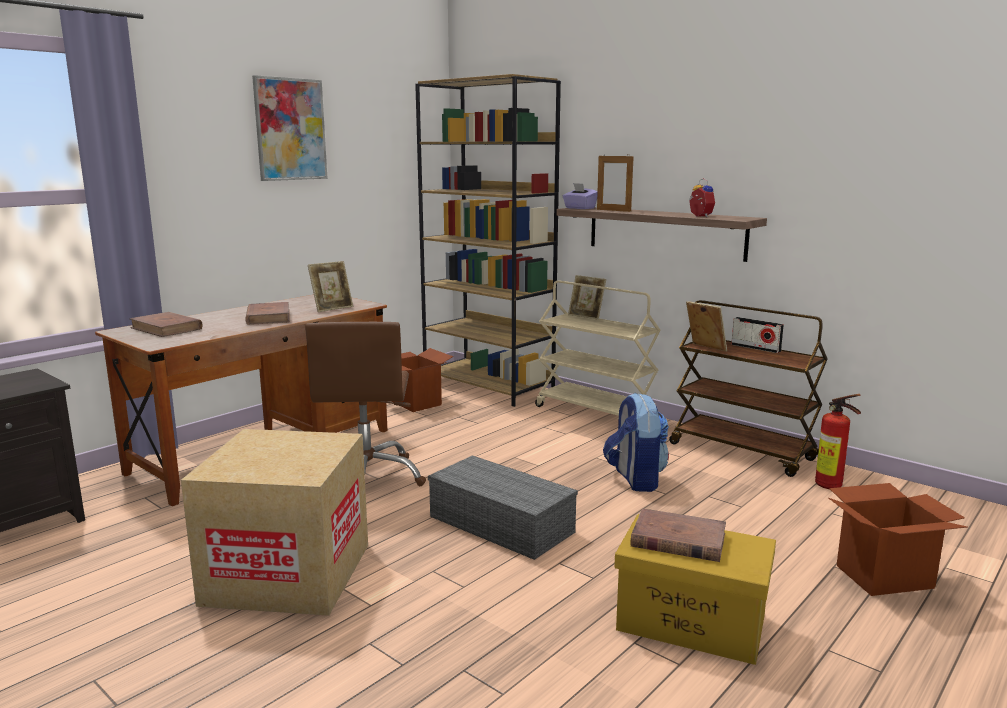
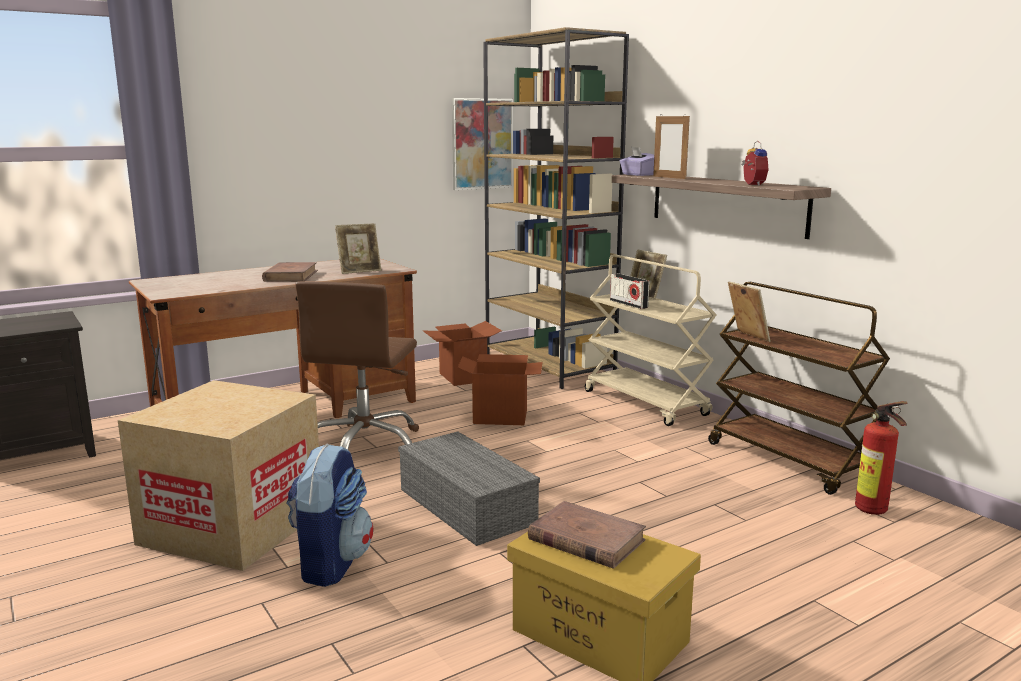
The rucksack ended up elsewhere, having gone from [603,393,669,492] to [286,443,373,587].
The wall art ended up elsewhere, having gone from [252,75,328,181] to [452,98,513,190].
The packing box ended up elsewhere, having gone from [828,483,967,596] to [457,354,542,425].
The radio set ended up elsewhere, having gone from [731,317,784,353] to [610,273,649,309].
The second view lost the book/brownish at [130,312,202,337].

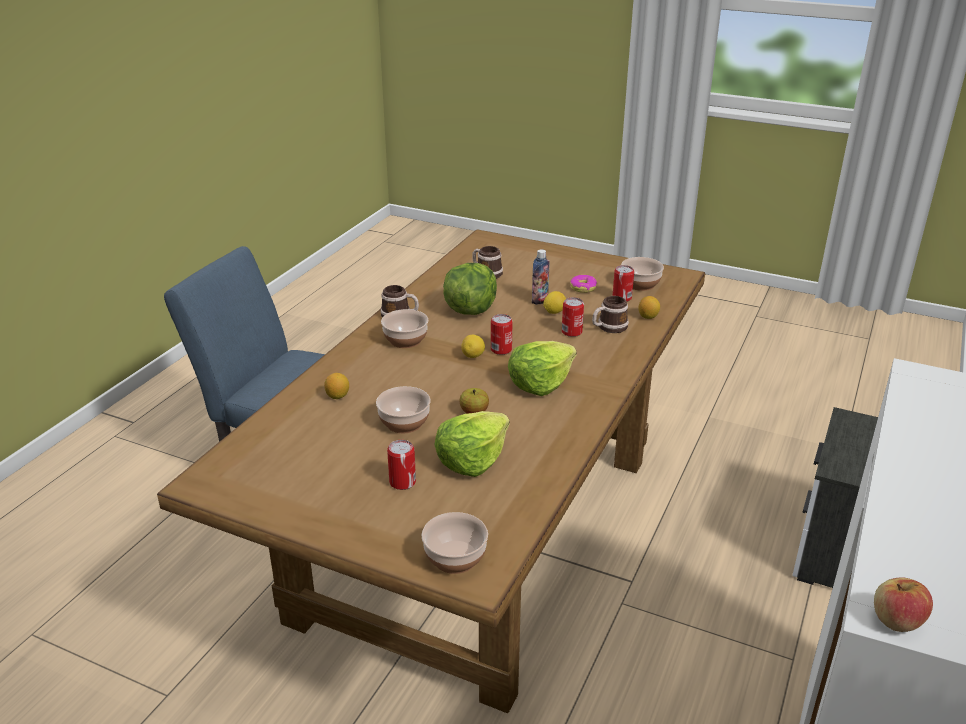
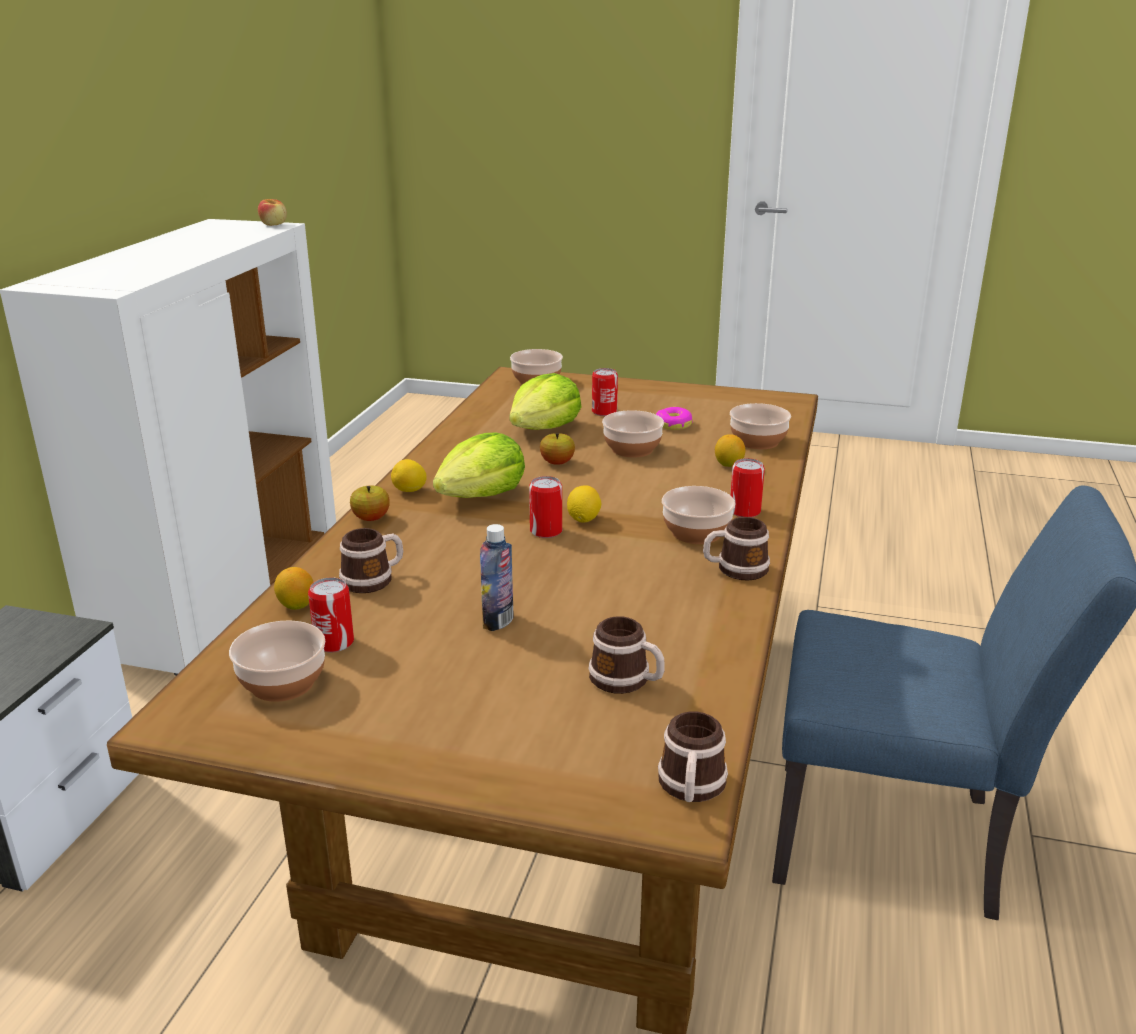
The second view gained the whole apple at [350,486,390,521].
The citrus fruit ended up elsewhere, having gone from [543,291,566,314] to [391,459,427,492].
The donut ended up elsewhere, having gone from [570,275,597,293] to [656,407,693,430].
The second view gained the coffee mug at [658,711,728,802].
The second view gained the serving bowl at [730,403,791,449].
The metal can ended up elsewhere, having gone from [562,297,584,337] to [730,458,765,517].
The second view lost the lettuce head at [443,263,497,315].

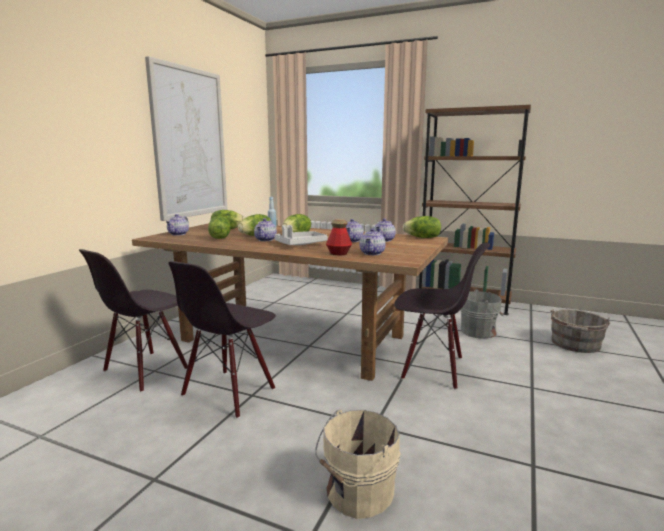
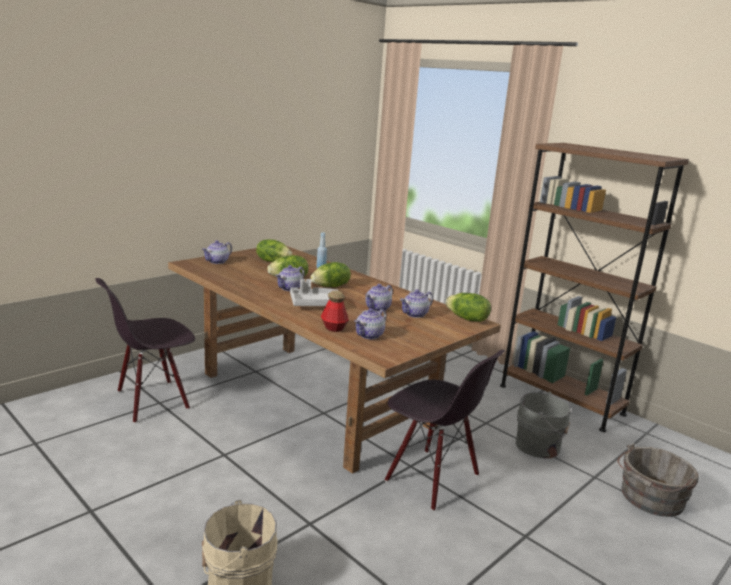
The second view lost the wall art at [145,56,227,221].
The second view lost the chair/black at [168,261,276,419].
The second view lost the lettuce head at [208,216,231,239].

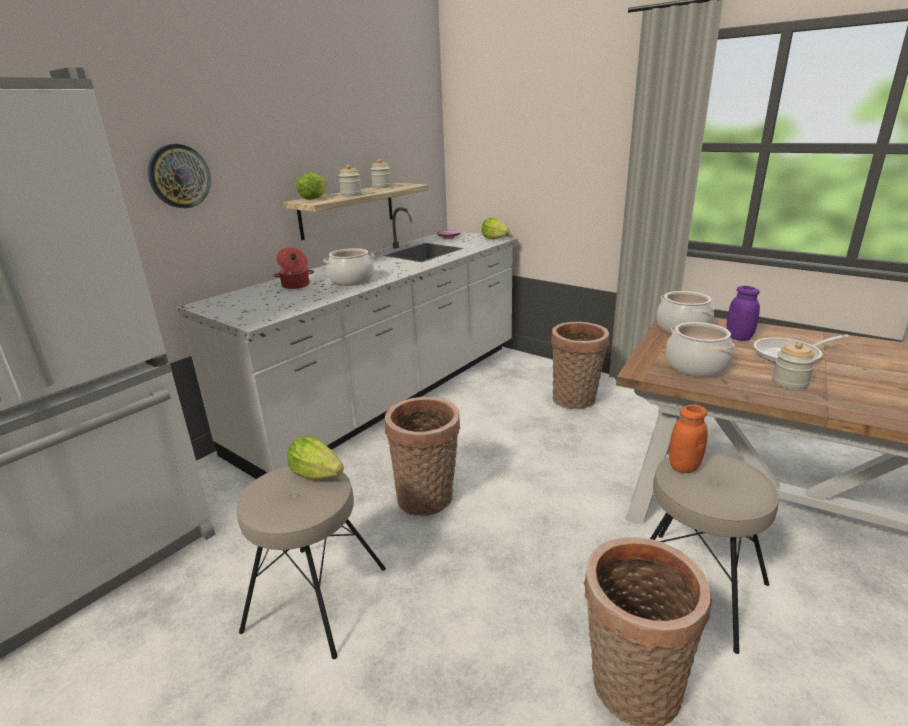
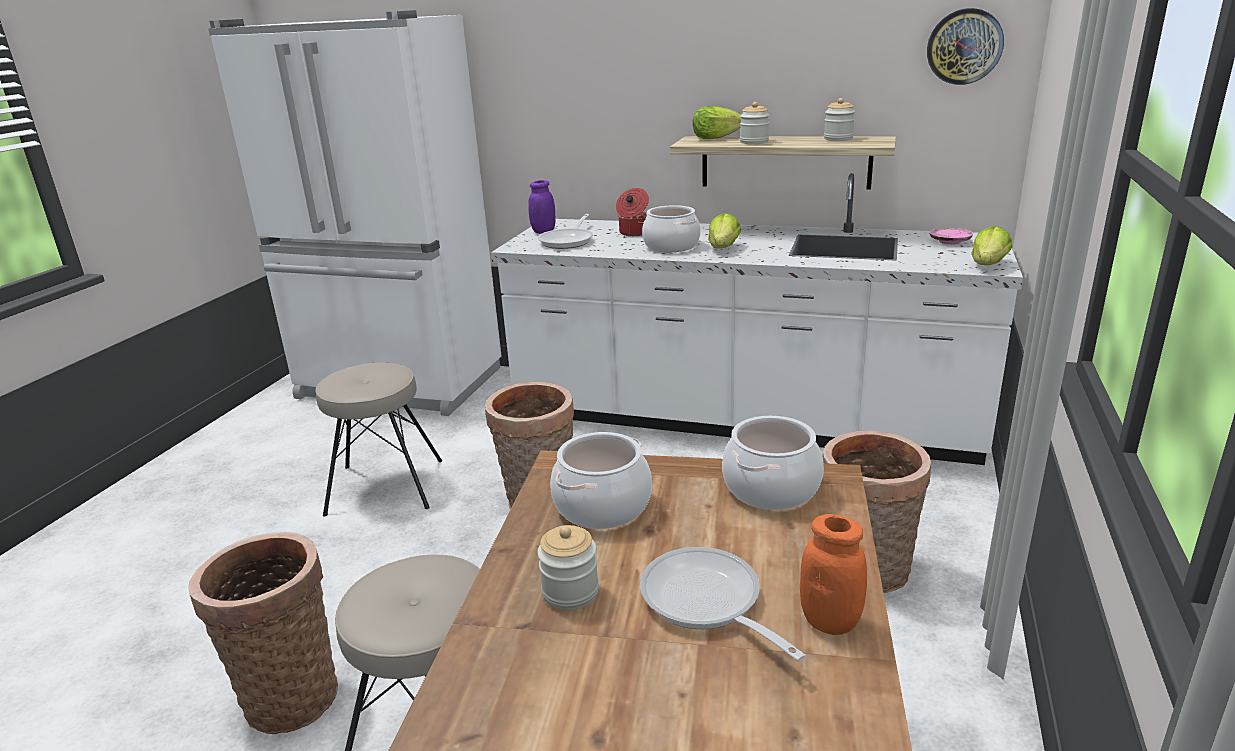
The jar/purple-coloured ended up elsewhere, having gone from [727,286,760,341] to [528,180,556,234].
The second view gained the frying pan at [538,214,593,249].
The lettuce head ended up elsewhere, having gone from [287,435,344,479] to [708,213,741,248].
The jar/orange-coloured ended up elsewhere, having gone from [669,405,708,473] to [800,514,867,635].
The clock on the wall ended up elsewhere, having gone from [148,144,211,208] to [927,8,1004,85].

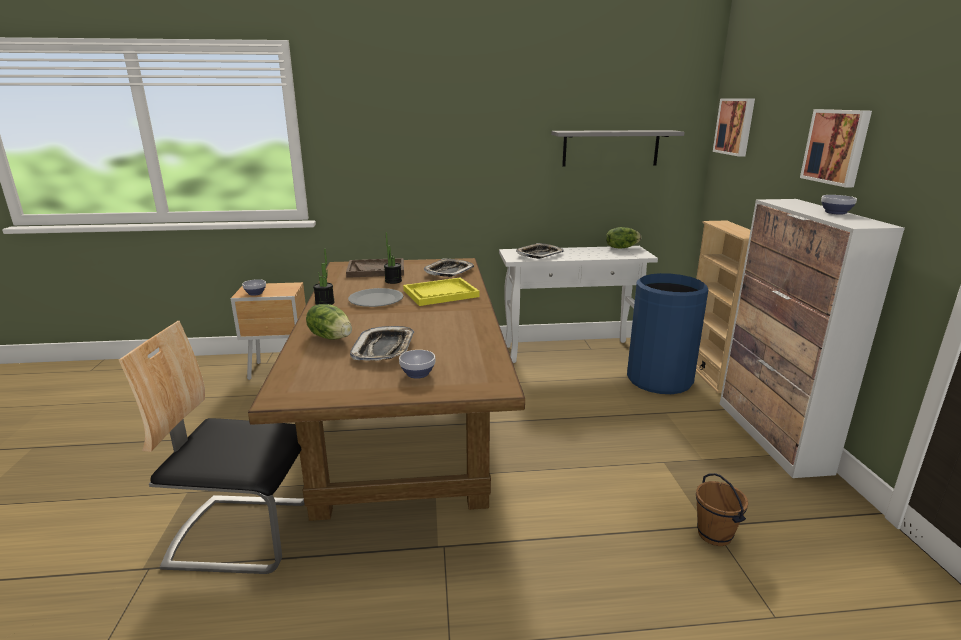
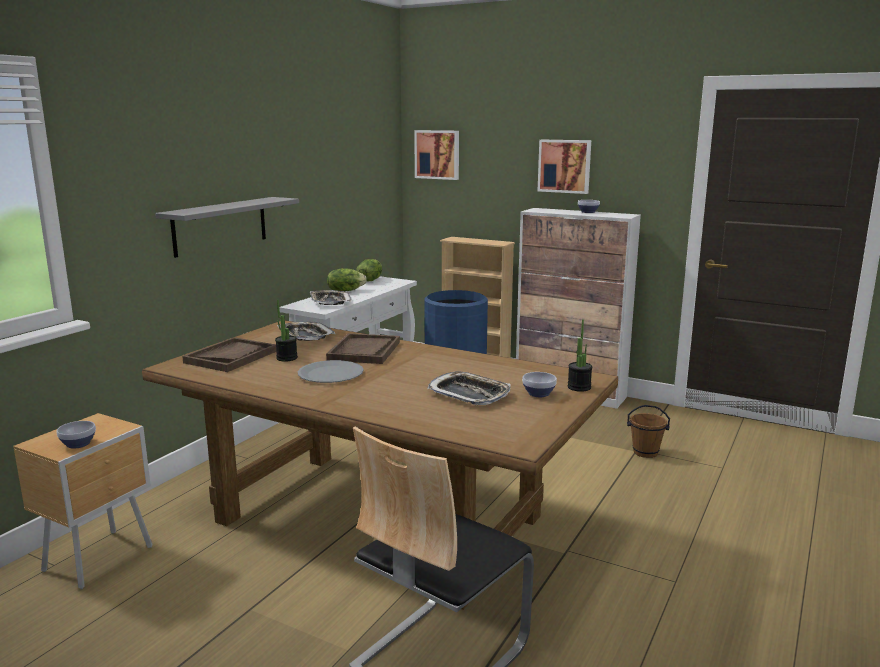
The bracket shelf/gray ended up elsewhere, having gone from [551,130,685,167] to [155,197,299,258].
What was the carrying tray/yellow at [403,278,480,306] turned into the carrying tray/brownish at [326,333,400,364].
The lettuce head ended up elsewhere, having gone from [306,304,352,340] to [327,268,367,291].
The plant in a pot ended up elsewhere, having gone from [313,249,335,305] to [568,319,592,392].

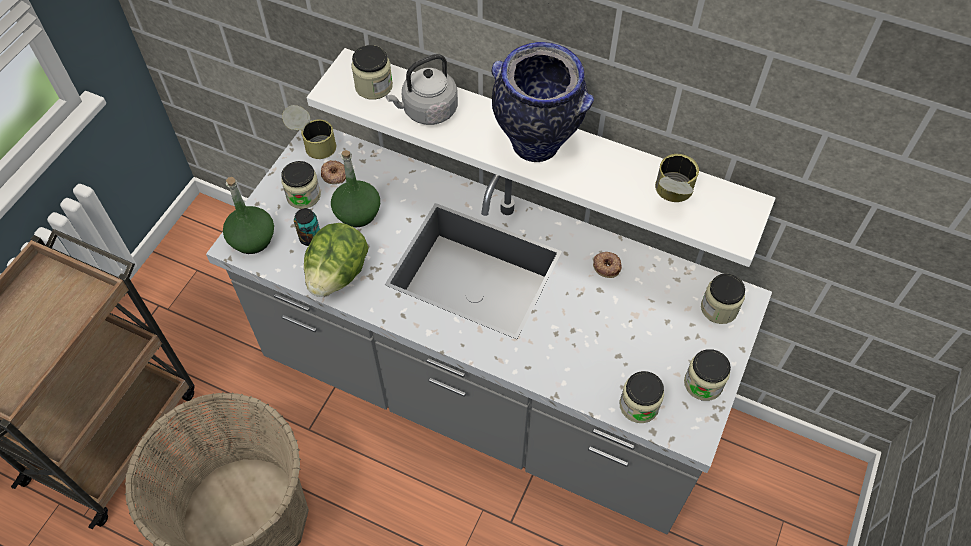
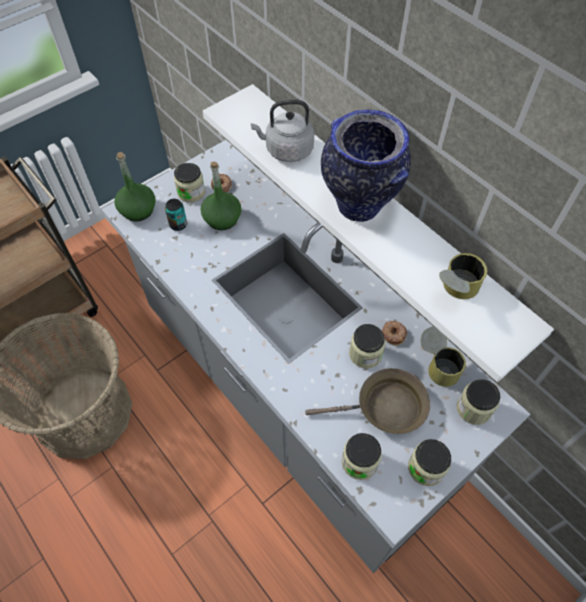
The second view gained the frying pan/brownish at [305,368,430,434].
The jar ended up elsewhere, having gone from [351,45,393,100] to [349,324,385,369].
The metal can ended up elsewhere, having gone from [282,105,336,159] to [421,327,466,387].
The second view lost the lettuce head at [304,223,369,297].

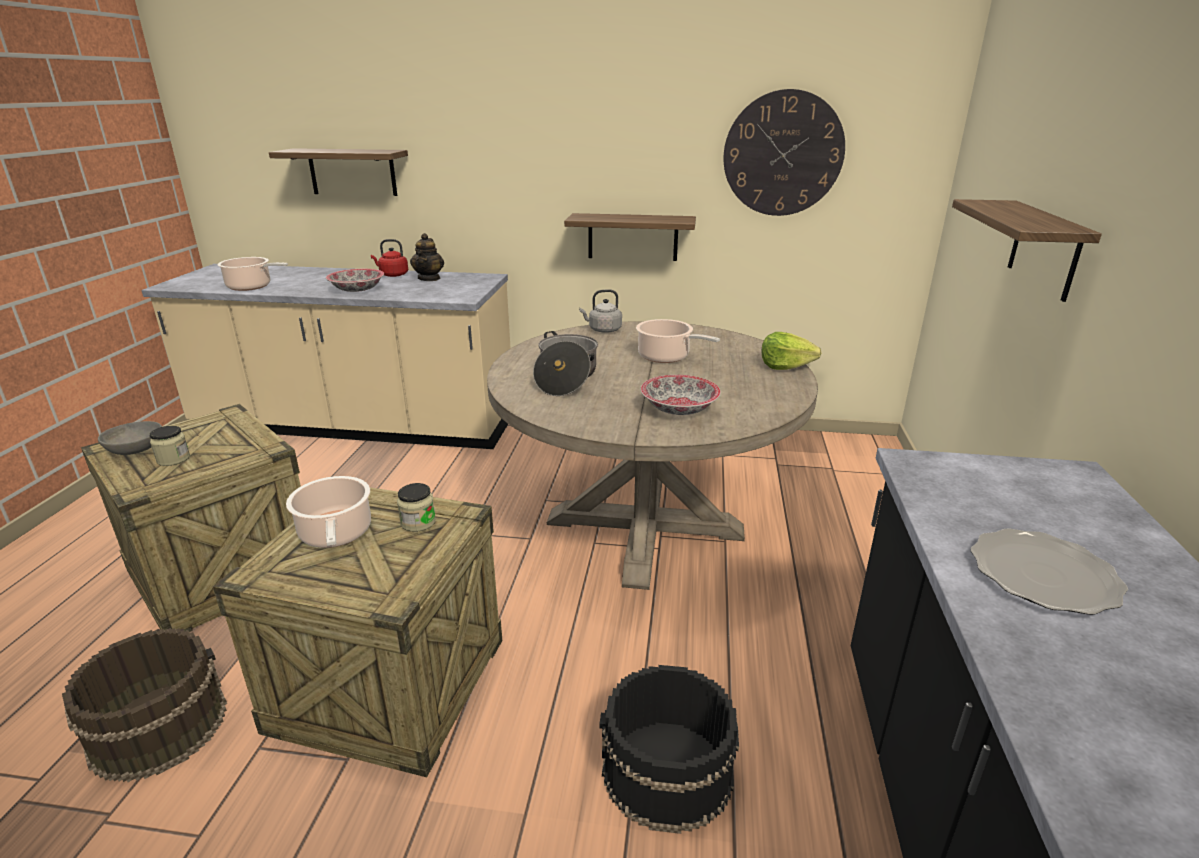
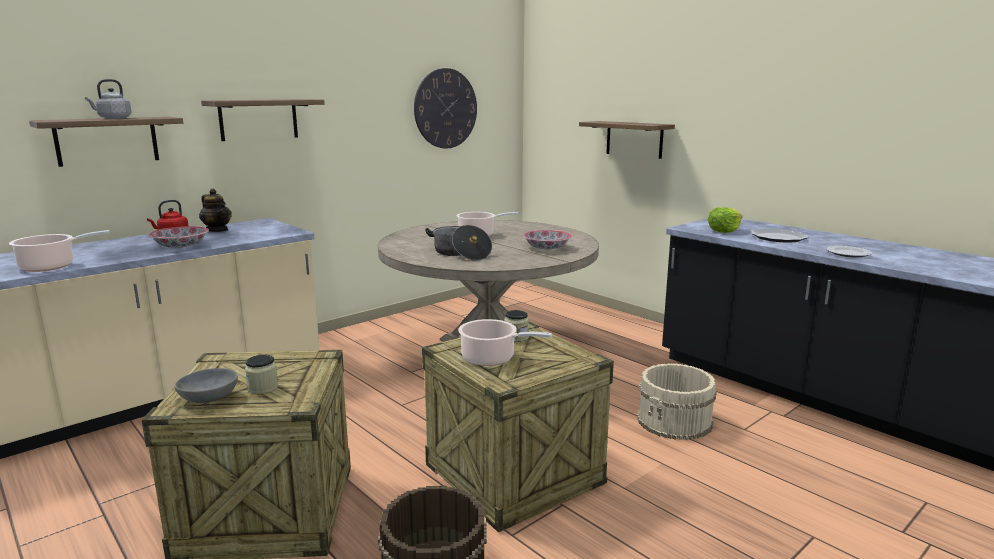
The water kettle/gray ended up elsewhere, having gone from [579,289,622,333] to [85,79,132,119].
The bracket shelf ended up elsewhere, having gone from [564,213,696,261] to [201,99,325,141].
What was the water bucket/black at [599,665,739,834] turned into the water bucket/beige at [637,363,717,440].
The lettuce head ended up elsewhere, having gone from [762,332,821,370] to [708,207,742,233].
The second view gained the dinner plate at [826,246,872,258].

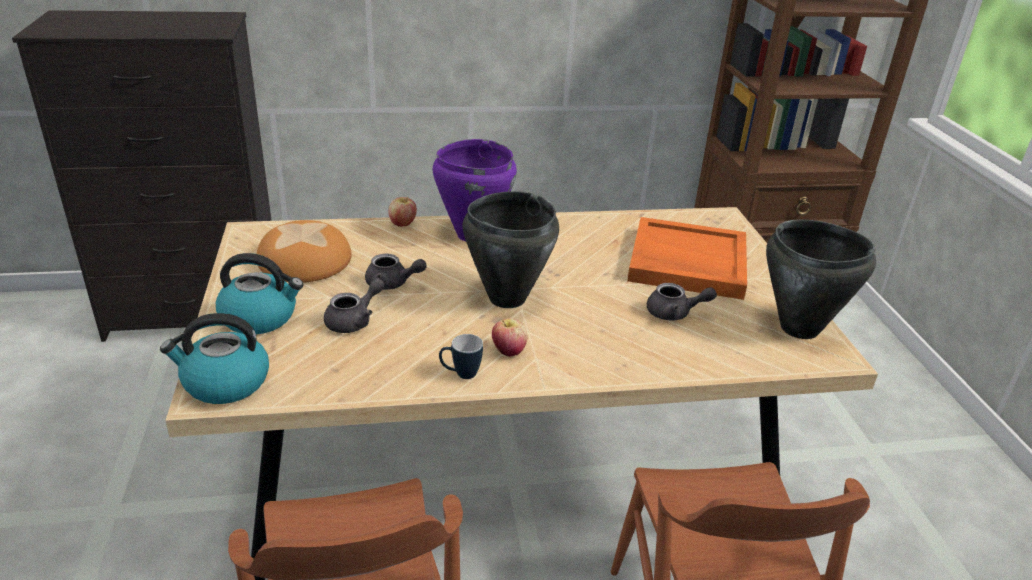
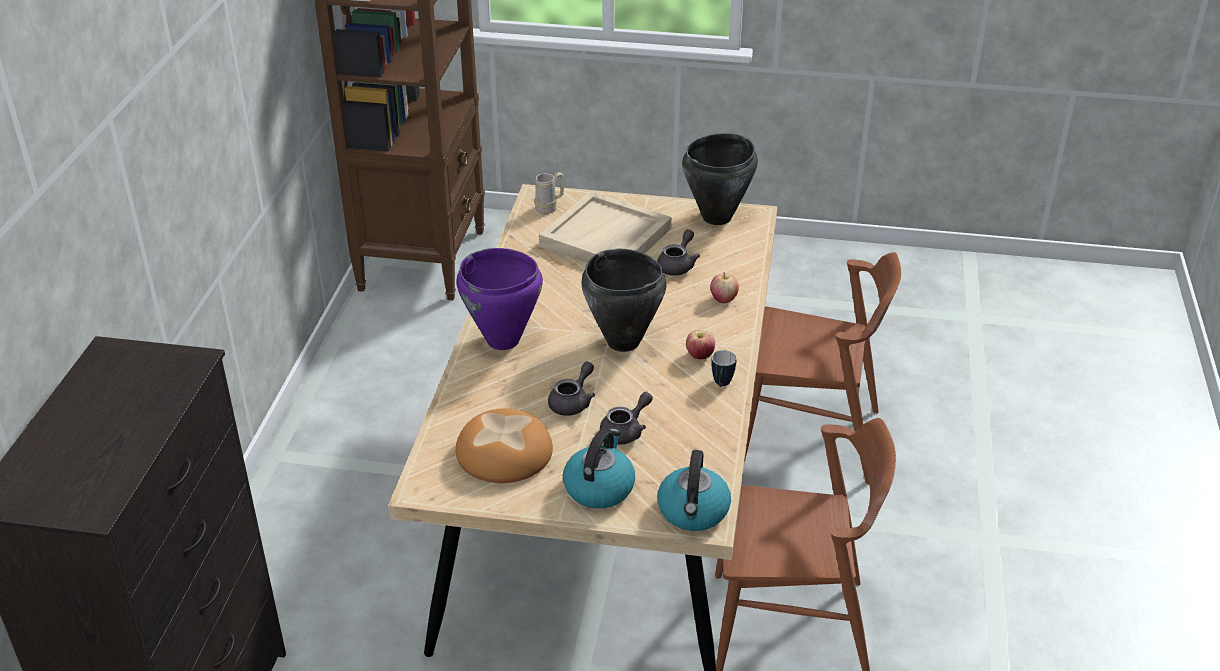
The second view gained the coffee mug/beige at [535,172,564,214].
What was the carrying tray/orange-coloured at [627,217,747,300] turned into the carrying tray/beige at [539,191,672,262].
The teapot/gray at [324,278,385,333] ended up facing another way, 75 degrees clockwise from before.
The whole apple ended up elsewhere, having gone from [388,197,417,227] to [710,272,739,303].

